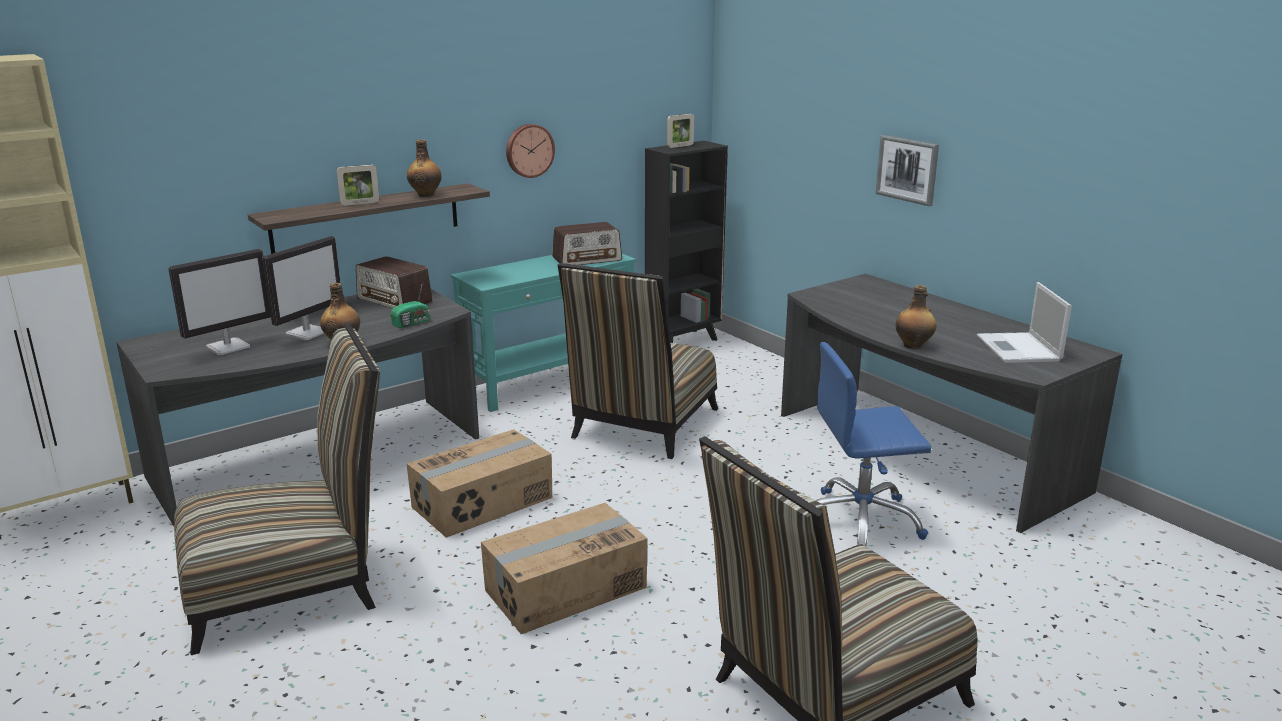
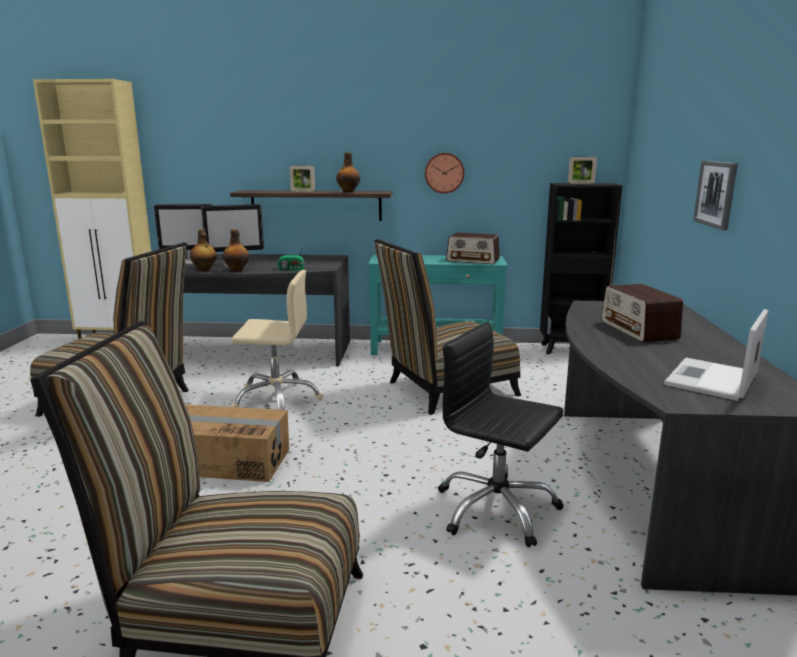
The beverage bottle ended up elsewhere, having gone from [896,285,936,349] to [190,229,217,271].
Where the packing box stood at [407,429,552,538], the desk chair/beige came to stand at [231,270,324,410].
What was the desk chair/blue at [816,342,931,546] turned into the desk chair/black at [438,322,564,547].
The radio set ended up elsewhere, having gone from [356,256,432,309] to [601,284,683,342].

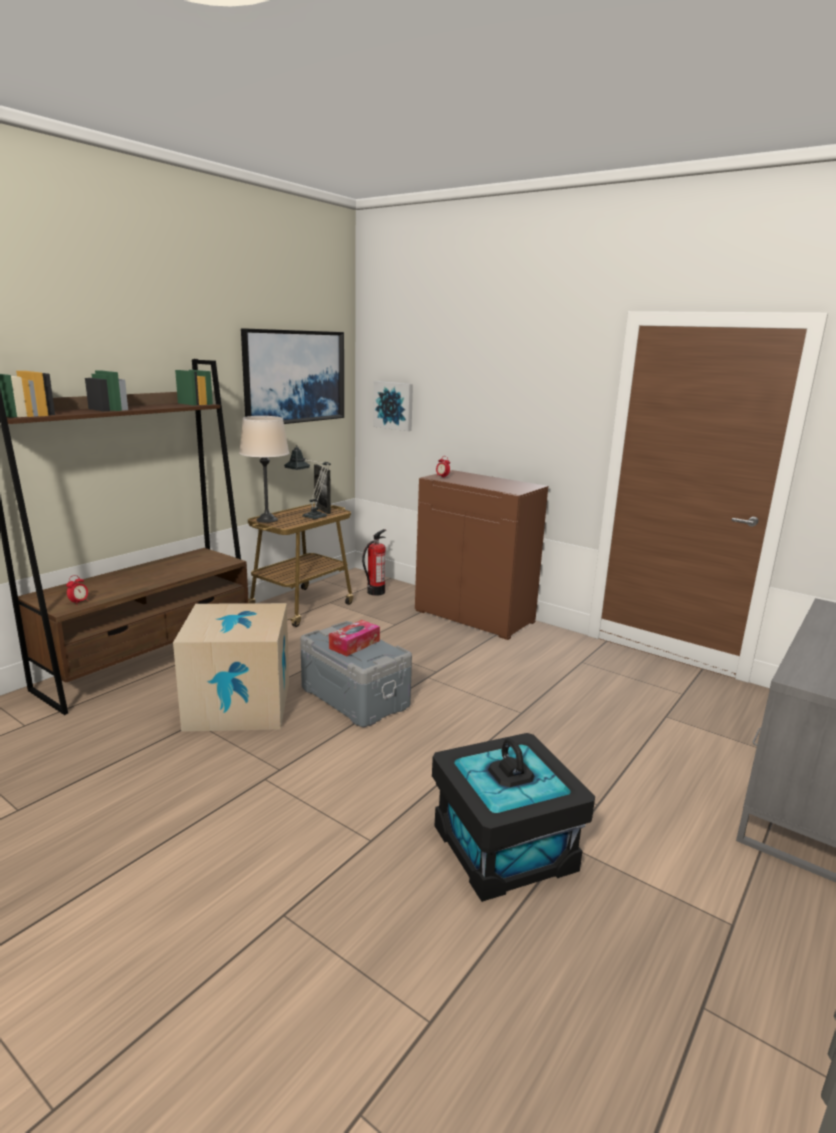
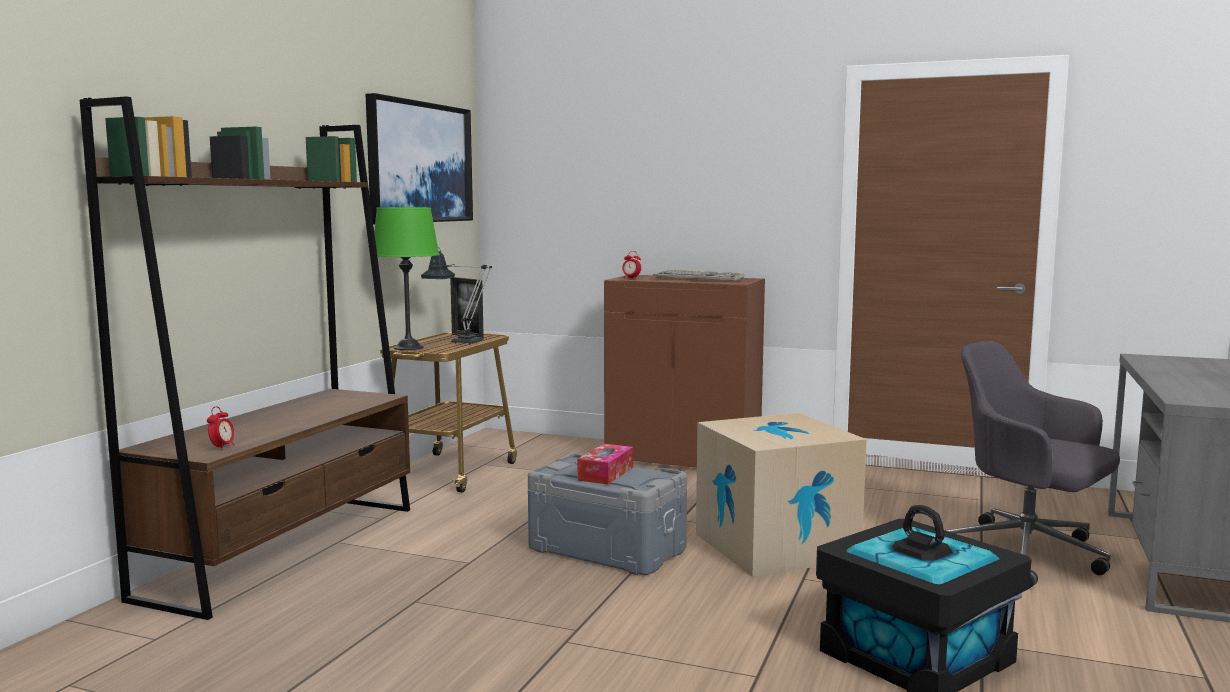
What was the lamp for a table/beige at [239,416,289,523] turned into the lamp for a table/green at [374,207,439,350].
The second view gained the keyboard at [653,270,745,281].
The packing box ended up elsewhere, having gone from [173,603,289,732] to [696,413,867,577].
The second view gained the desk chair/gray at [945,341,1120,588].
The second view lost the extinguisher at [362,529,386,596].
The second view lost the wall art at [373,381,413,431].

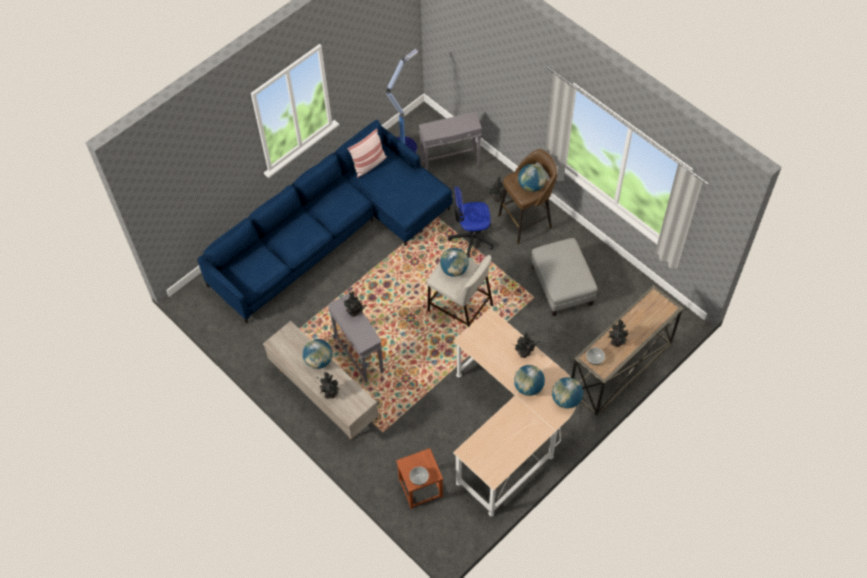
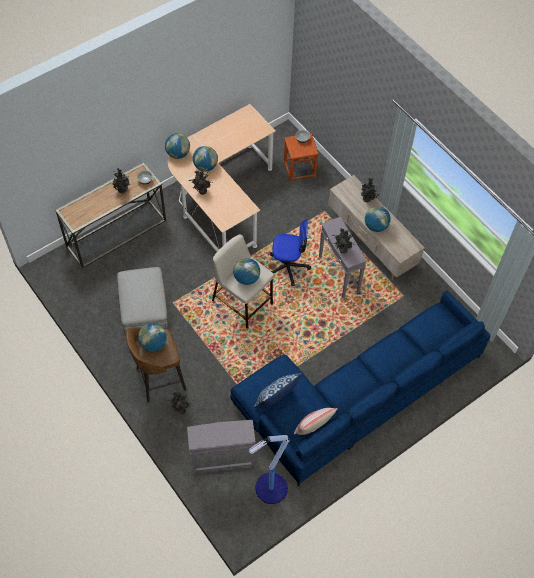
The second view gained the cushion at [253,373,302,408].
The desk chair ended up elsewhere, having gone from [448,186,494,258] to [270,219,311,286].

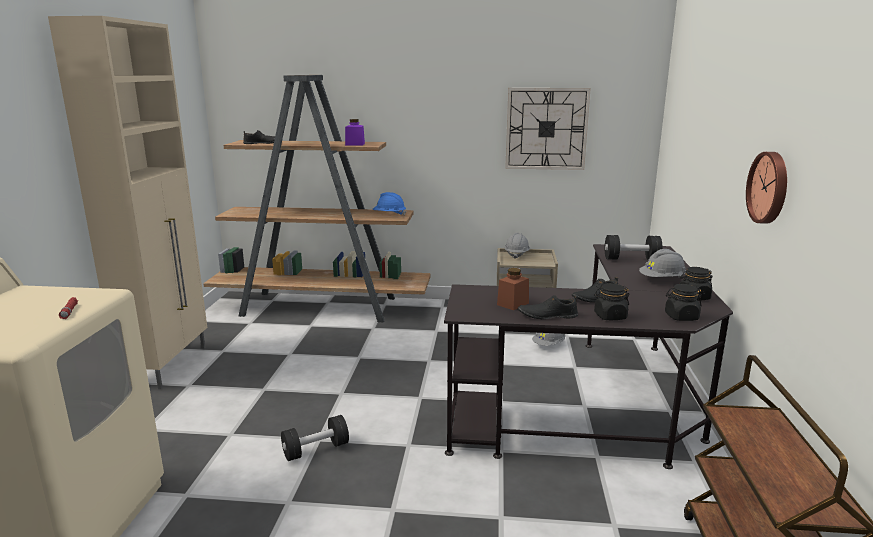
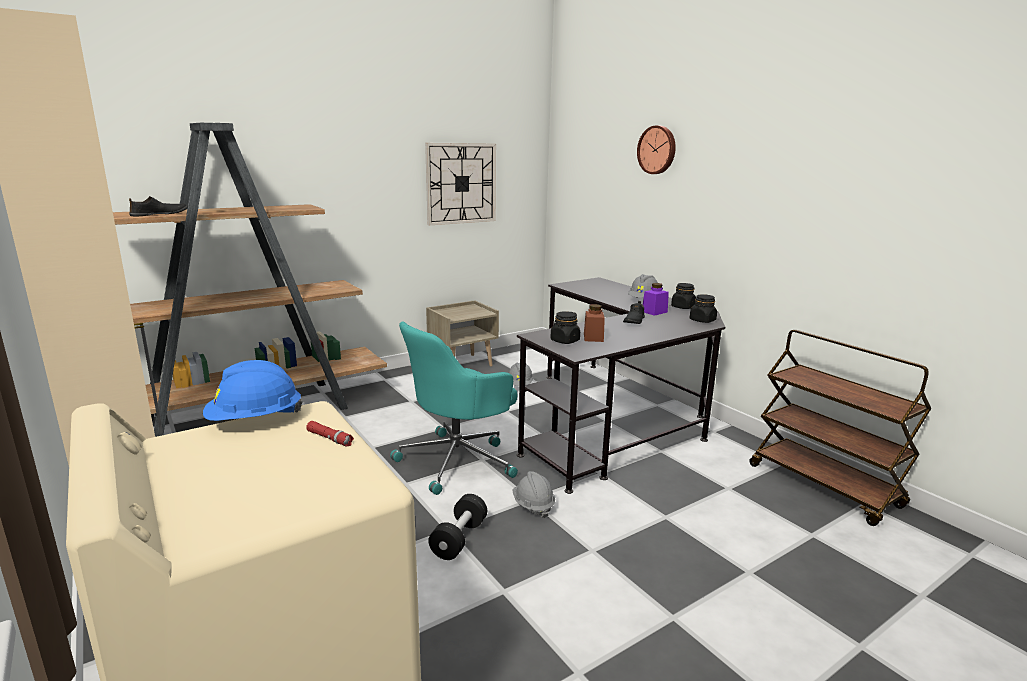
The safety helmet/blue ended up elsewhere, having gone from [372,192,406,216] to [203,360,303,421].
The second view gained the desk chair/blue-green at [390,321,518,495].
The safety helmet/gray ended up elsewhere, having gone from [505,233,530,259] to [512,471,555,518].
The jar/black ended up elsewhere, having gone from [594,283,629,320] to [550,311,580,344].
The clock on the wall ended up elsewhere, having gone from [746,152,787,223] to [637,125,676,174].
The jar/purple-coloured ended up elsewhere, having gone from [345,119,365,145] to [643,283,669,316].
The second view lost the item of footwear/black at [518,295,578,319].
The second view lost the dumbbell/black at [605,235,662,260].

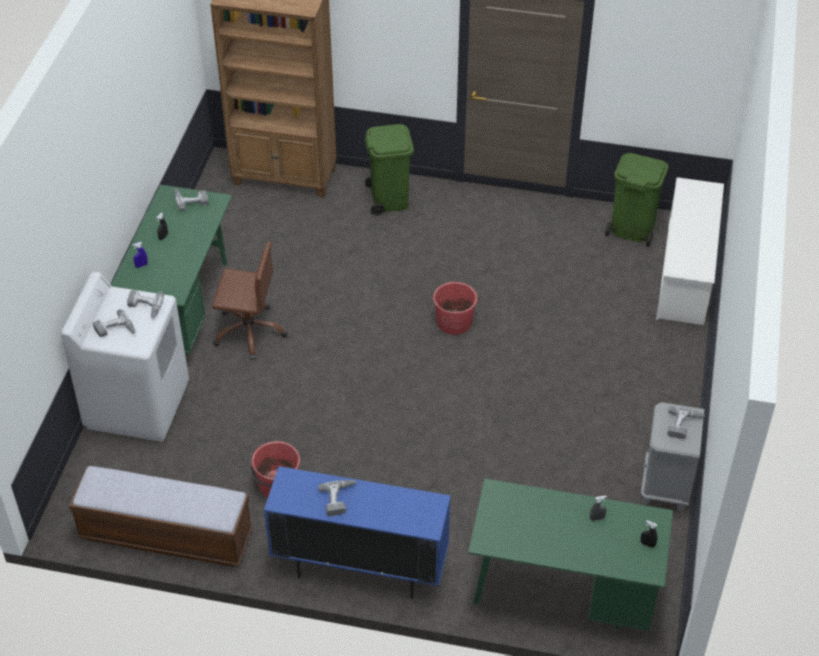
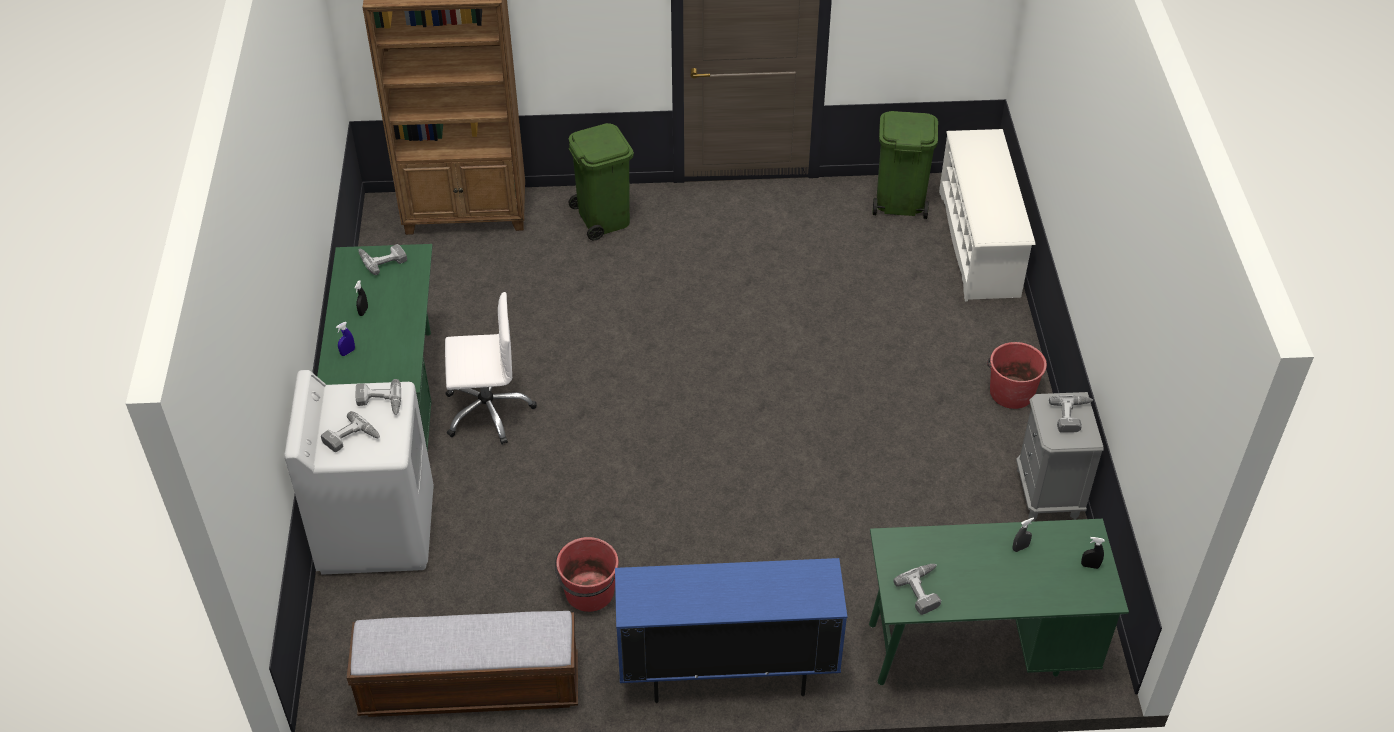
What was the desk chair/brownish at [212,242,287,360] turned into the desk chair/white at [445,292,537,445].
The drill ended up elsewhere, having gone from [318,480,356,516] to [893,564,941,615].
The water bucket/red ended up elsewhere, having gone from [432,282,479,335] to [987,342,1047,409].

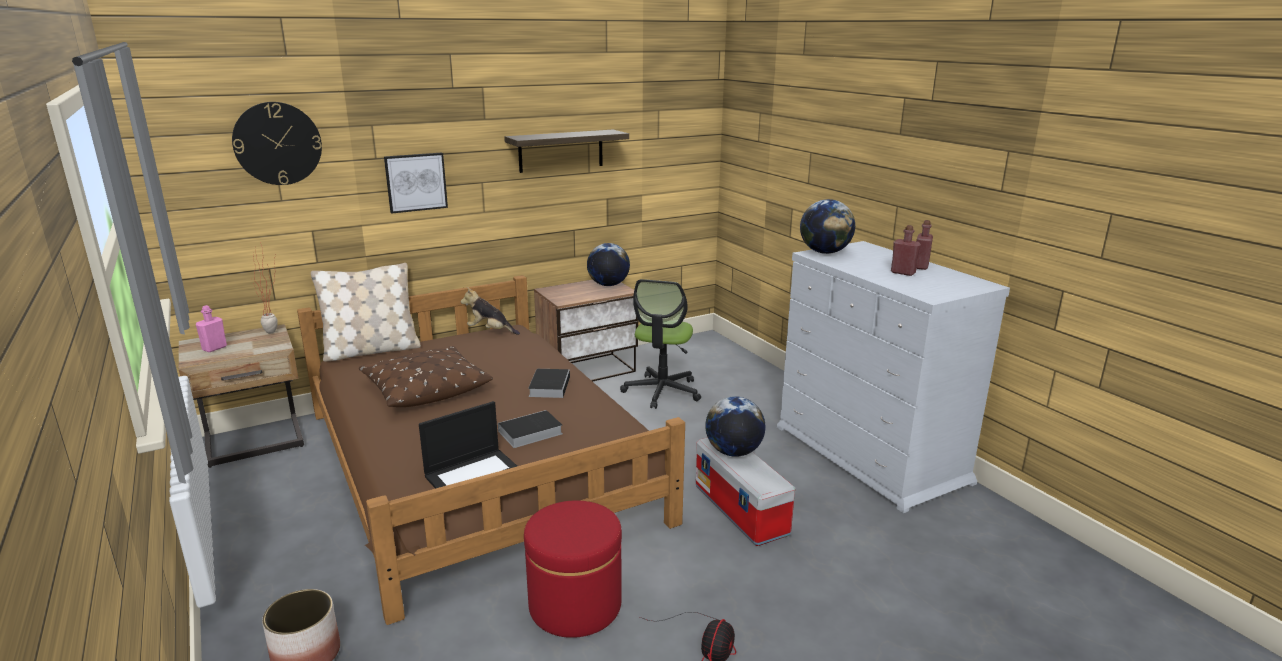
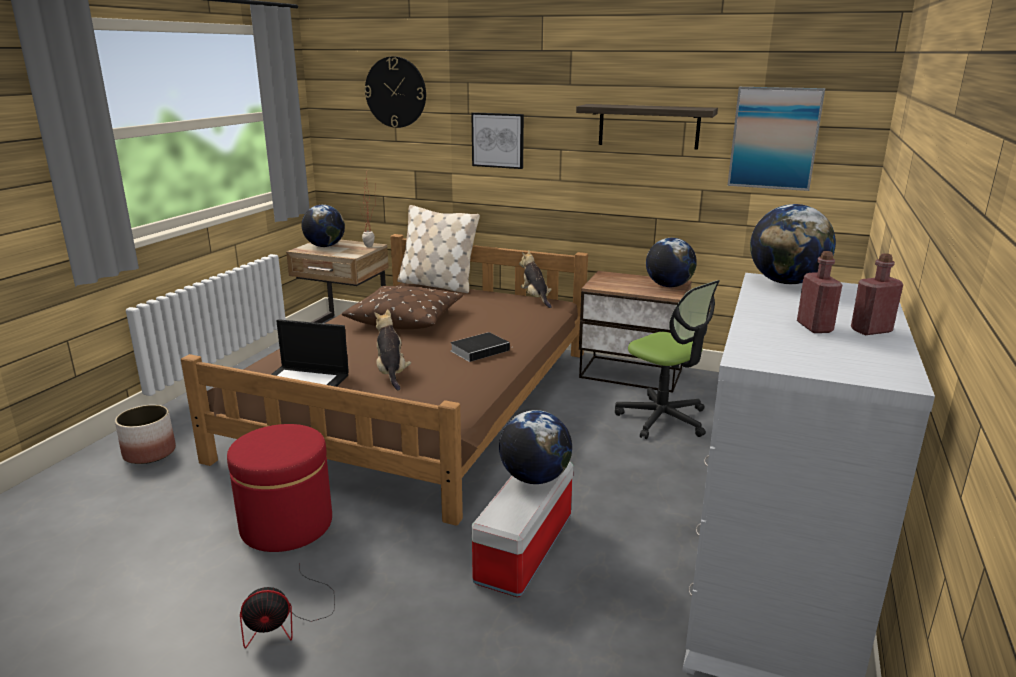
Where the beverage bottle/pink-coloured stood at [196,305,227,352], the world globe came to stand at [301,205,345,247].
Where the book stood at [498,410,563,448], the cuddly toy came to stand at [375,309,411,391].
The desk chair at [620,279,701,409] ended up facing another way, 105 degrees counterclockwise from before.
The second view gained the wall art at [727,87,825,191].

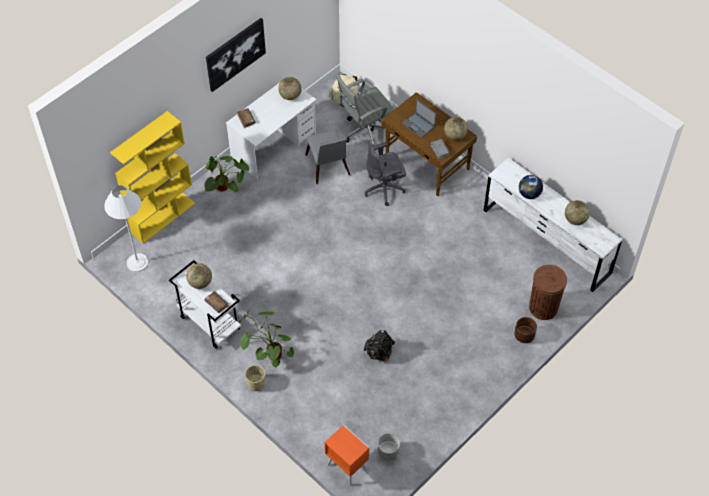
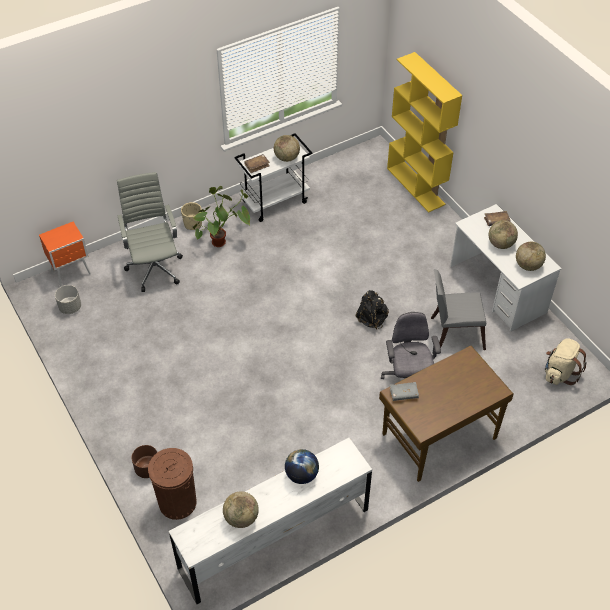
The desk chair/gray ended up elsewhere, having gone from [336,74,395,146] to [117,172,183,292].
The rucksack/black ended up elsewhere, having gone from [364,330,395,363] to [355,290,389,330].
The world globe ended up elsewhere, having gone from [444,117,468,141] to [489,220,518,249].
The second view lost the standard lamp/white at [104,185,148,272].
The second view lost the plant in a pot at [204,156,249,192].
The second view lost the wall art at [206,18,266,92].
The second view lost the portable computer at [402,99,437,138].

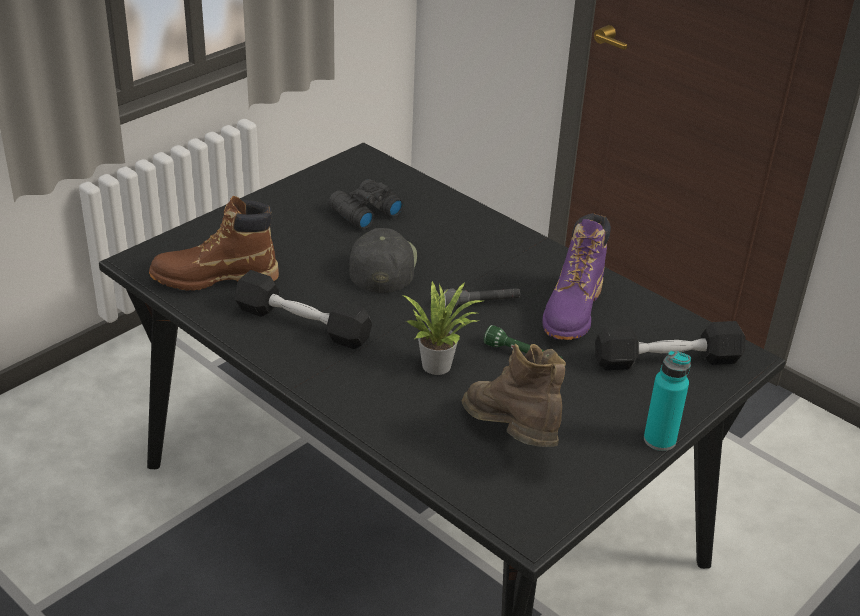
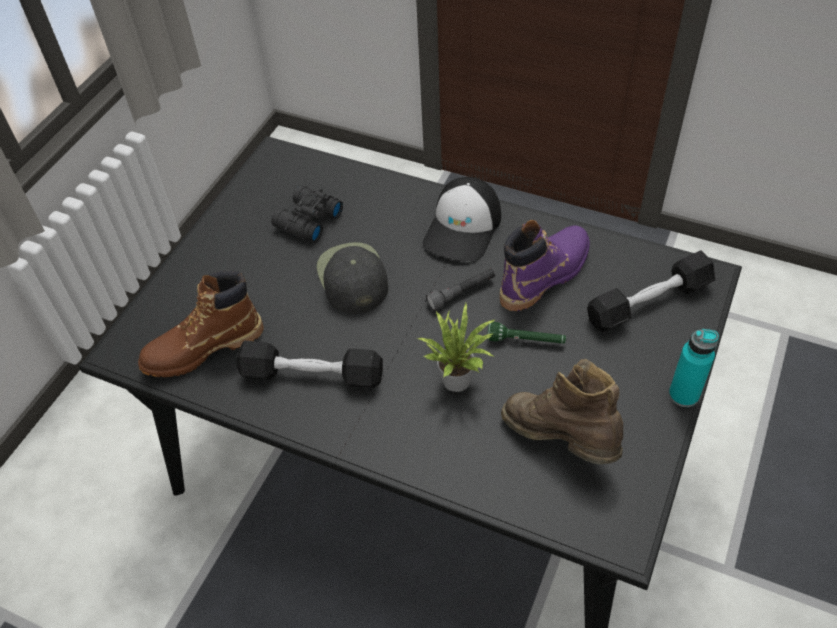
The second view gained the baseball cap at [423,177,501,262].
The tall boot/purple-coloured at [542,213,611,340] ended up facing another way, 135 degrees counterclockwise from before.

